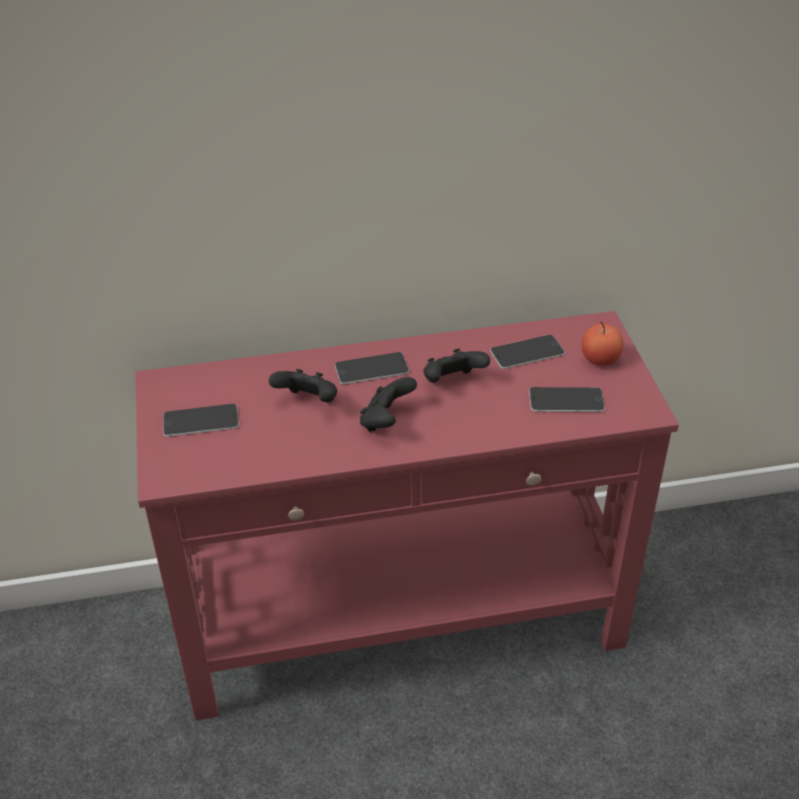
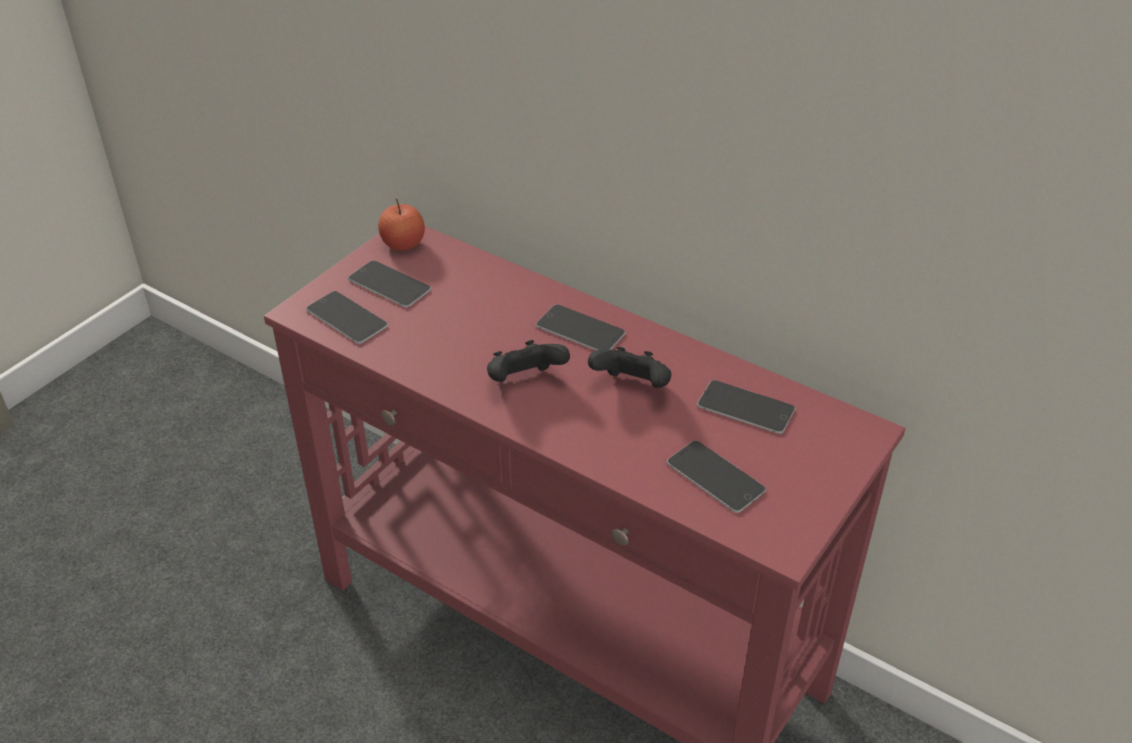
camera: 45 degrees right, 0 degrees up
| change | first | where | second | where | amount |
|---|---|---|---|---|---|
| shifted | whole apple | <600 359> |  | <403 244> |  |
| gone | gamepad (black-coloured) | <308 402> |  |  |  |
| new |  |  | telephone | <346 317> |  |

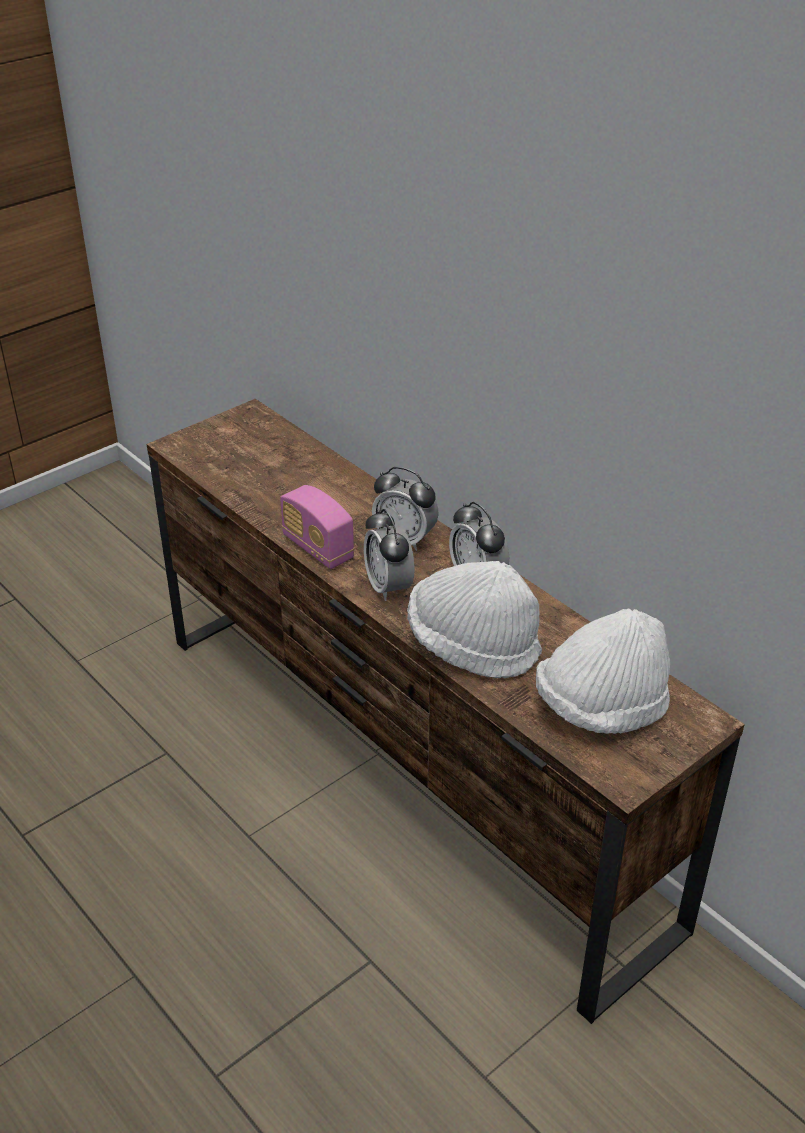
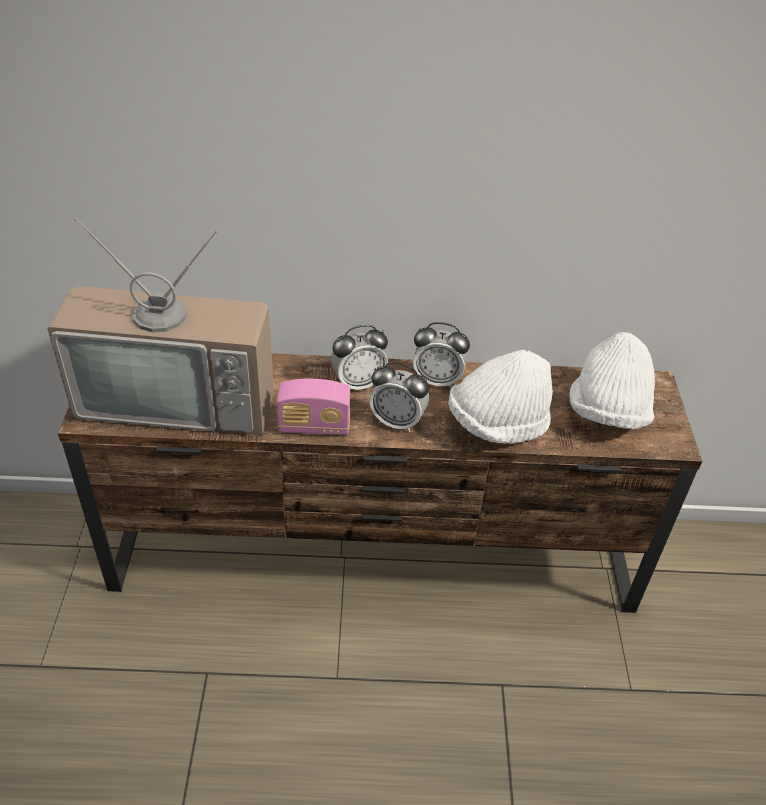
camera: 50 degrees left, 5 degrees up
| change | first | where | second | where | amount |
|---|---|---|---|---|---|
| new |  |  | television | <180 396> |  |

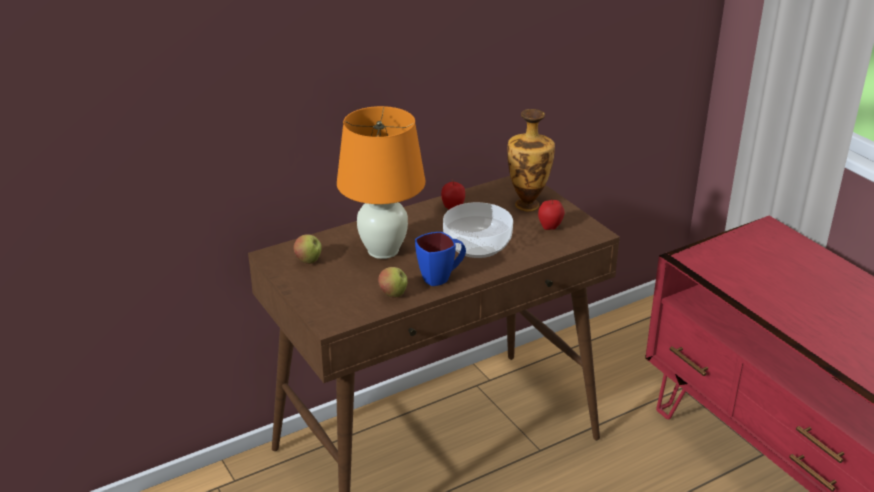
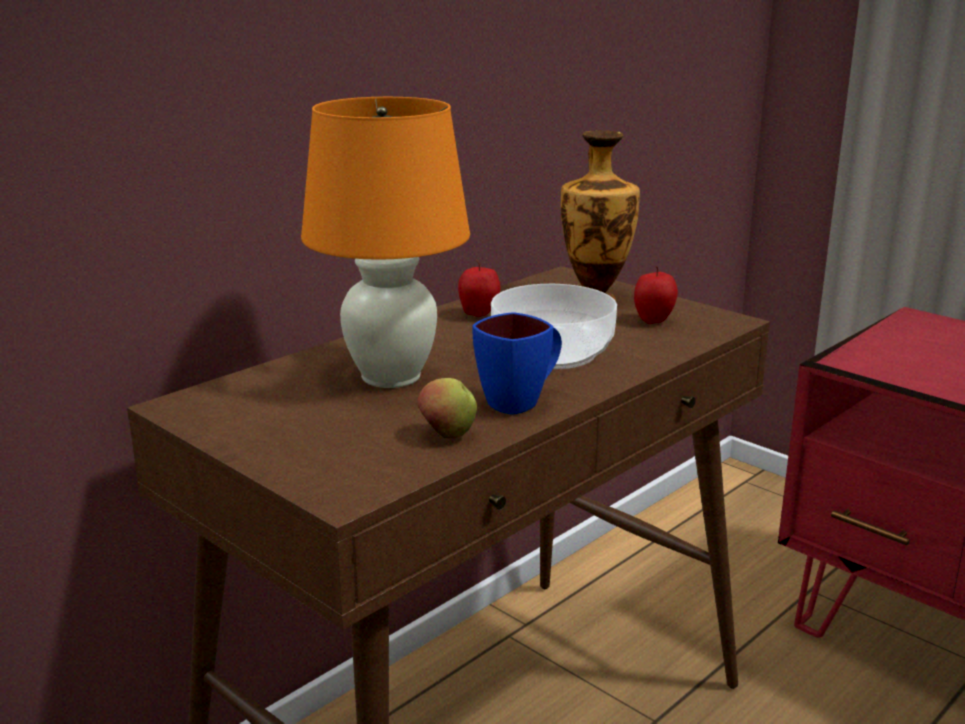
camera: 15 degrees left, 10 degrees down
| change | first | where | second | where | amount |
|---|---|---|---|---|---|
| gone | whole apple | <308 261> |  |  |  |

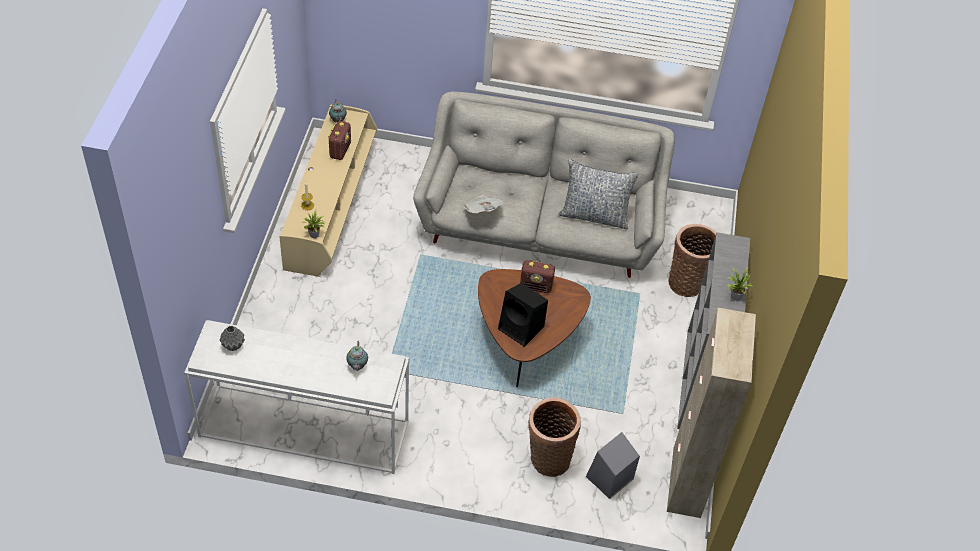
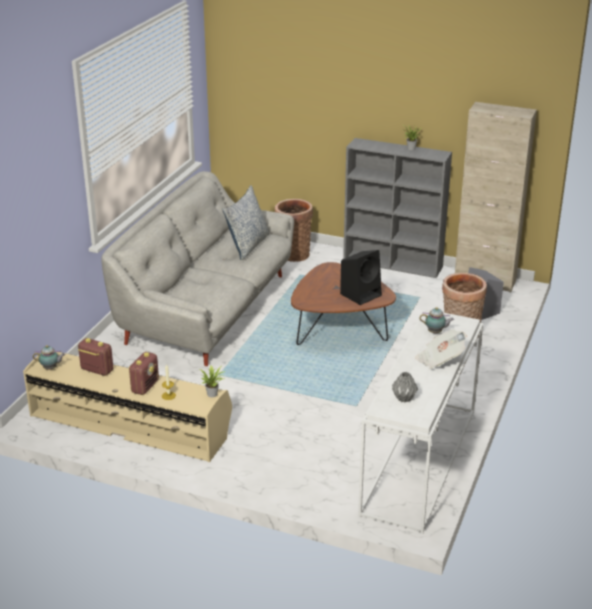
camera: 75 degrees left, 20 degrees down
| change | first | where | second | where | amount |
|---|---|---|---|---|---|
| shifted | newspaper | <482 211> |  | <440 359> |  |
| shifted | radio set | <536 286> |  | <145 386> |  |

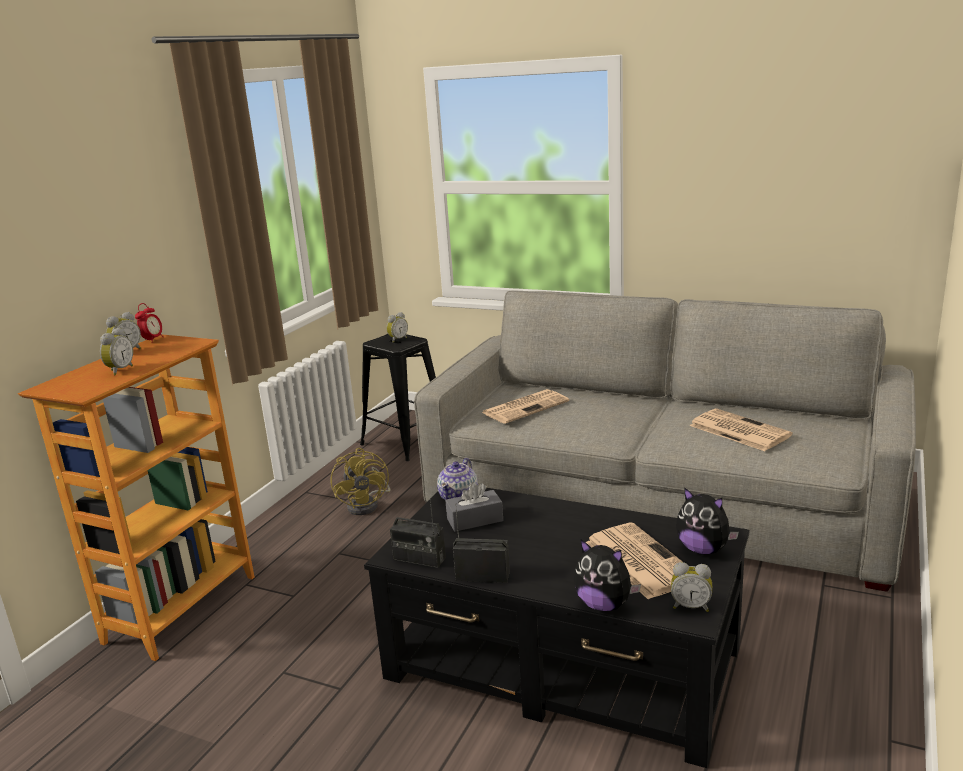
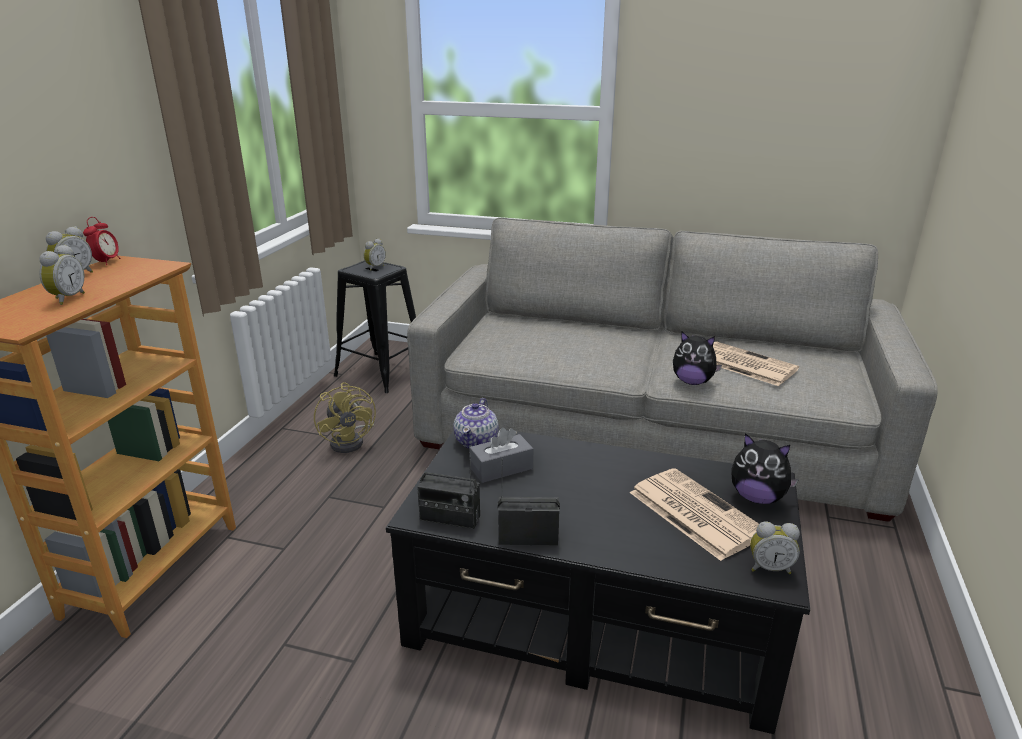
camera: 10 degrees left, 5 degrees up
| change | first | where | second | where | amount |
|---|---|---|---|---|---|
| gone | newspaper | <526 407> |  |  |  |
| shifted | soft toy | <604 605> |  | <692 382> |  |

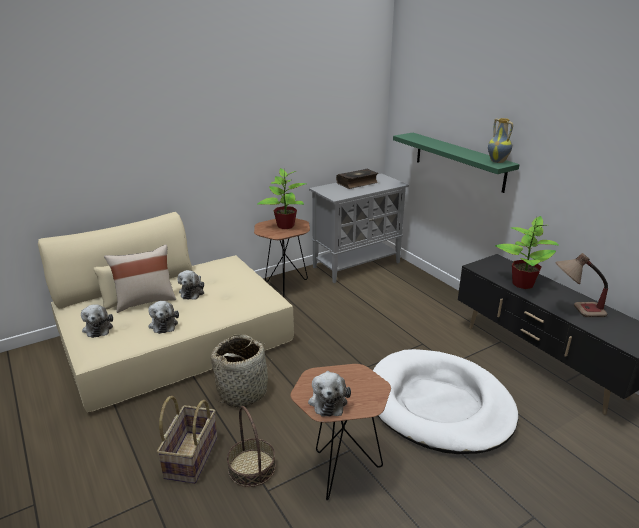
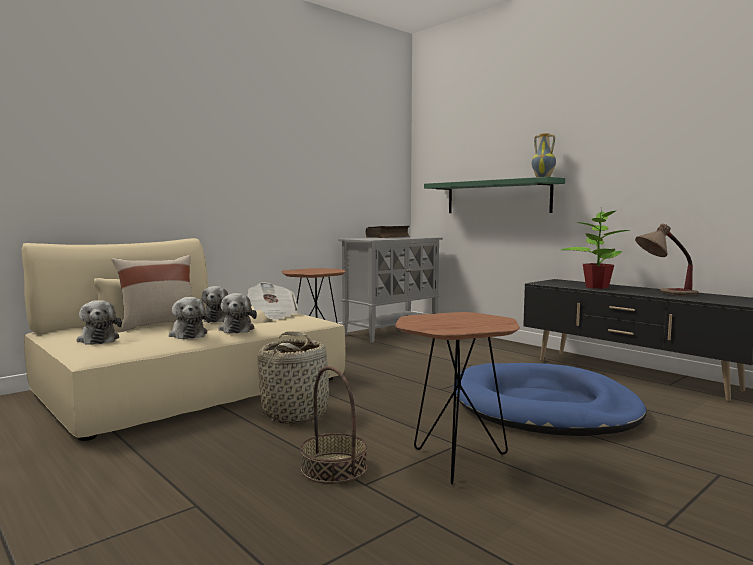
camera: 10 degrees left, 20 degrees down
| change | first | where | second | where | amount |
|---|---|---|---|---|---|
| gone | houseplant | <285 225> |  |  |  |
| repainted | dog bed (whitish) | <439 405> | dog bed (blue-coloured) | <543 407> |  |
| shifted | soft toy | <328 400> |  | <237 329> |  |
| gone | household basket | <190 456> |  |  |  |
| new |  |  | newspaper | <272 315> |  |

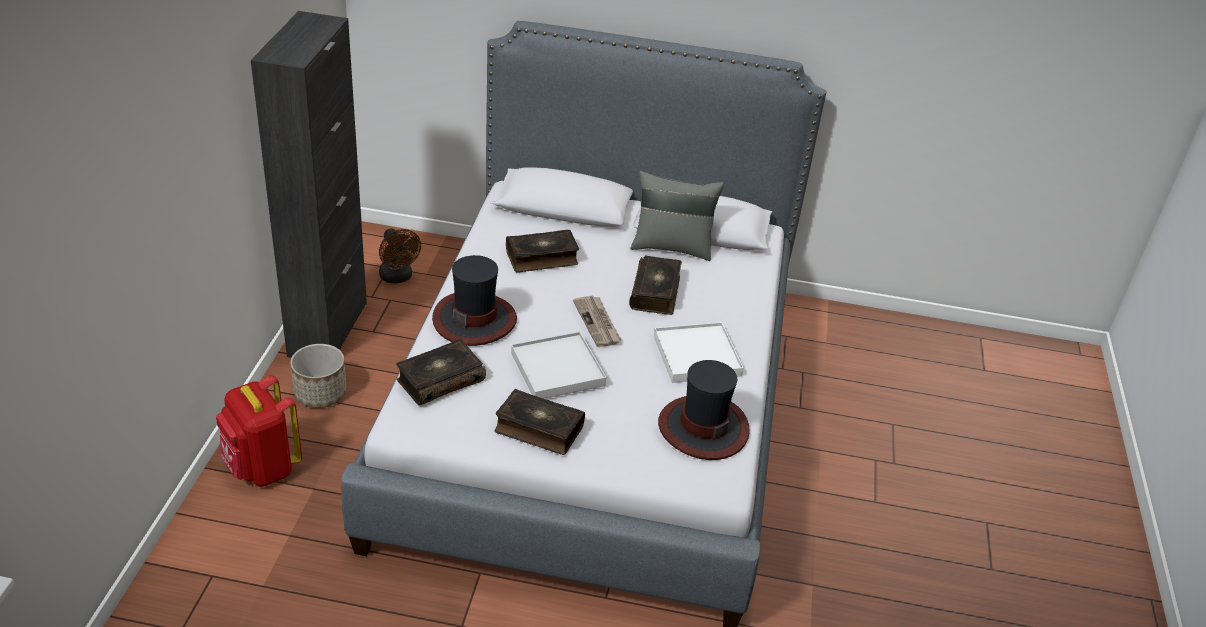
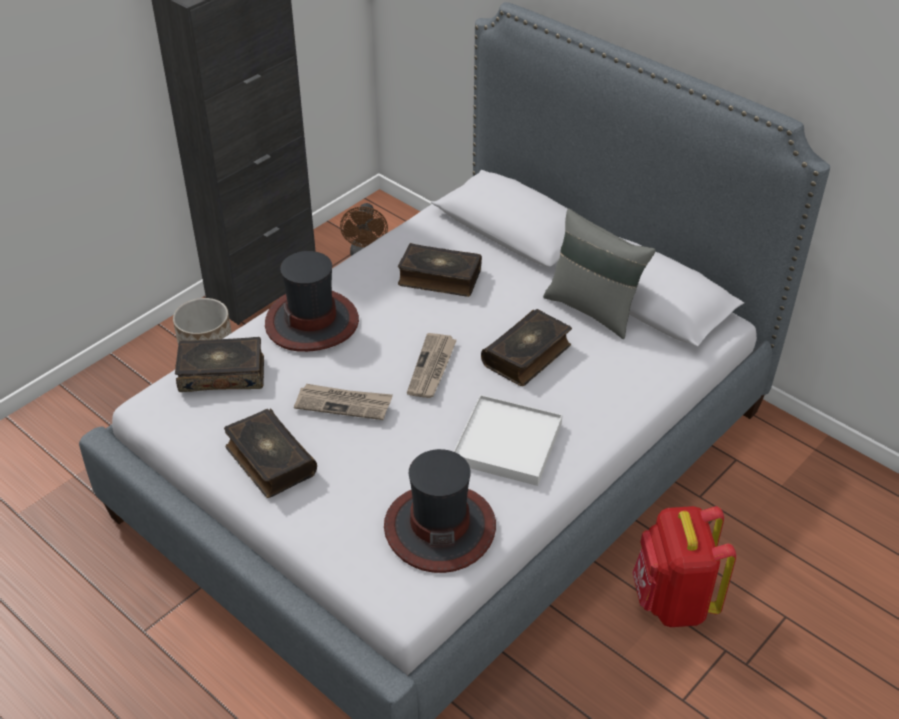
camera: 35 degrees right, 5 degrees up
| change | first | where | second | where | amount |
|---|---|---|---|---|---|
| swapped | carrying tray (whitish) | <557 369> | newspaper | <344 403> |  |
| shifted | knapsack (red-coloured) | <262 468> |  | <673 601> |  |

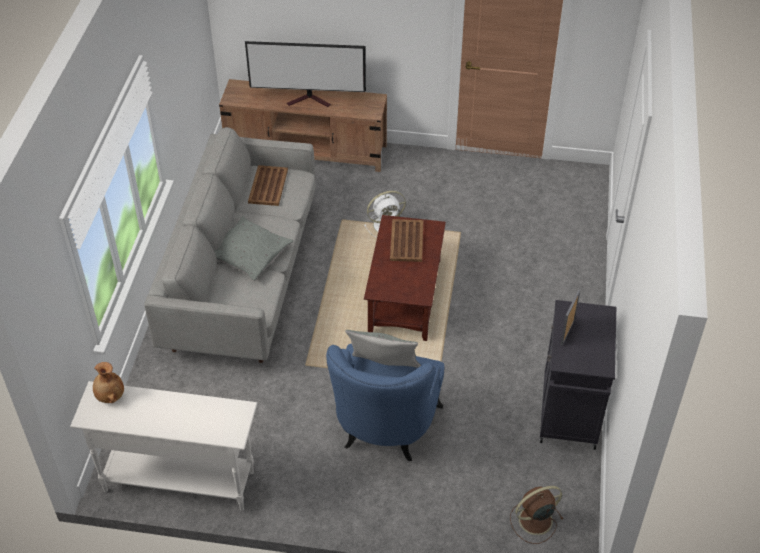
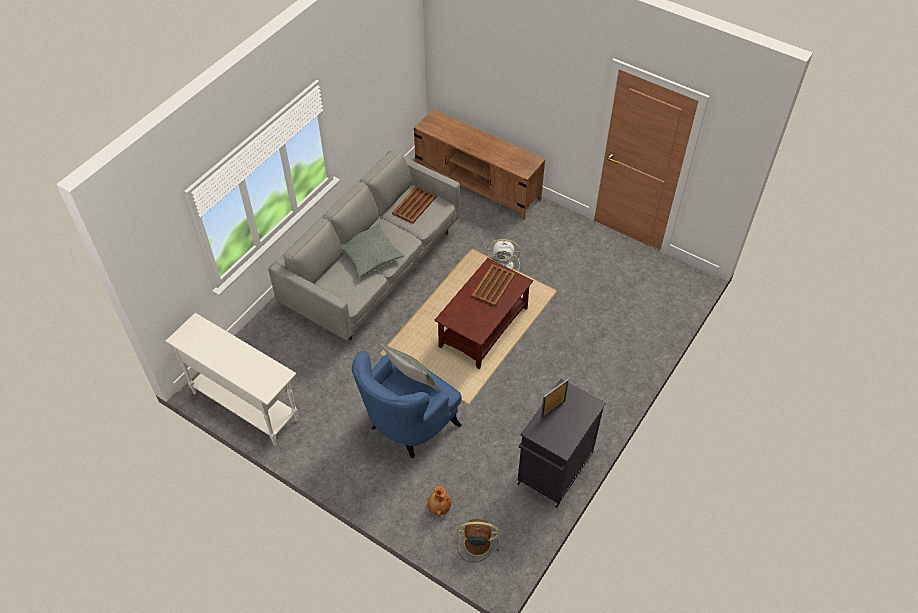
camera: 25 degrees right, 5 degrees up
| change | first | where | second | where | amount |
|---|---|---|---|---|---|
| gone | television | <310 100> |  |  |  |
| shifted | decorative vase (brown-coloured) | <110 396> |  | <439 507> |  |

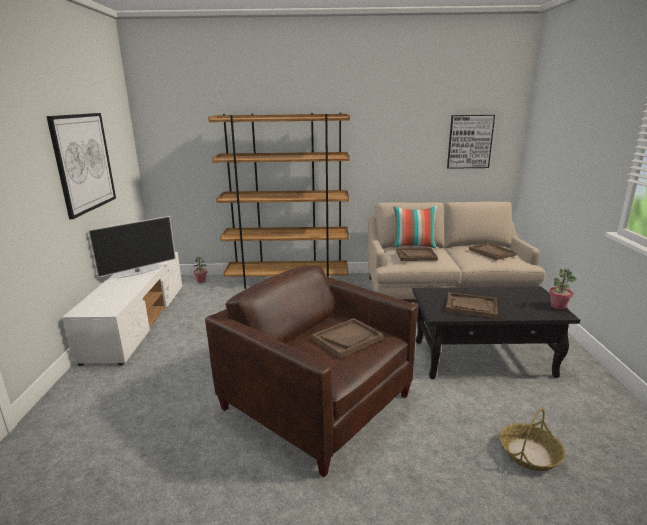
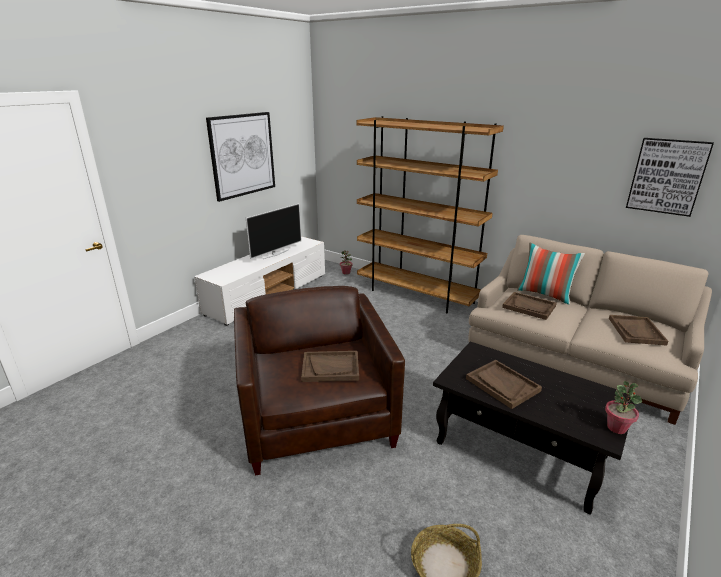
camera: 35 degrees right, 5 degrees up
| change | first | where | second | where | amount |
|---|---|---|---|---|---|
| rotated | television | <138 273> |  | <275 254> | 45 degrees counterclockwise |

